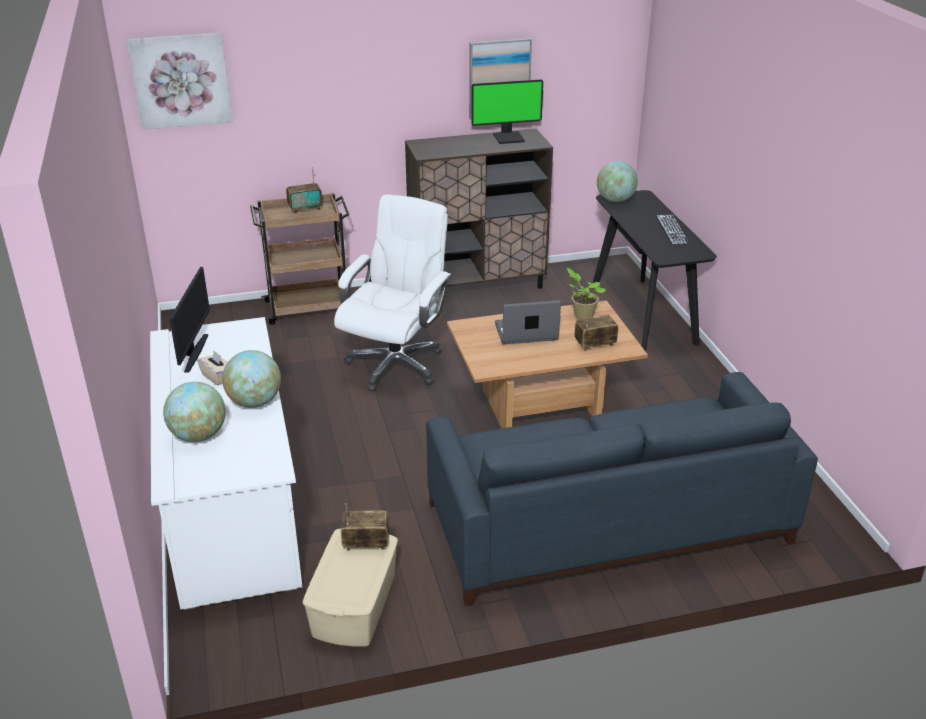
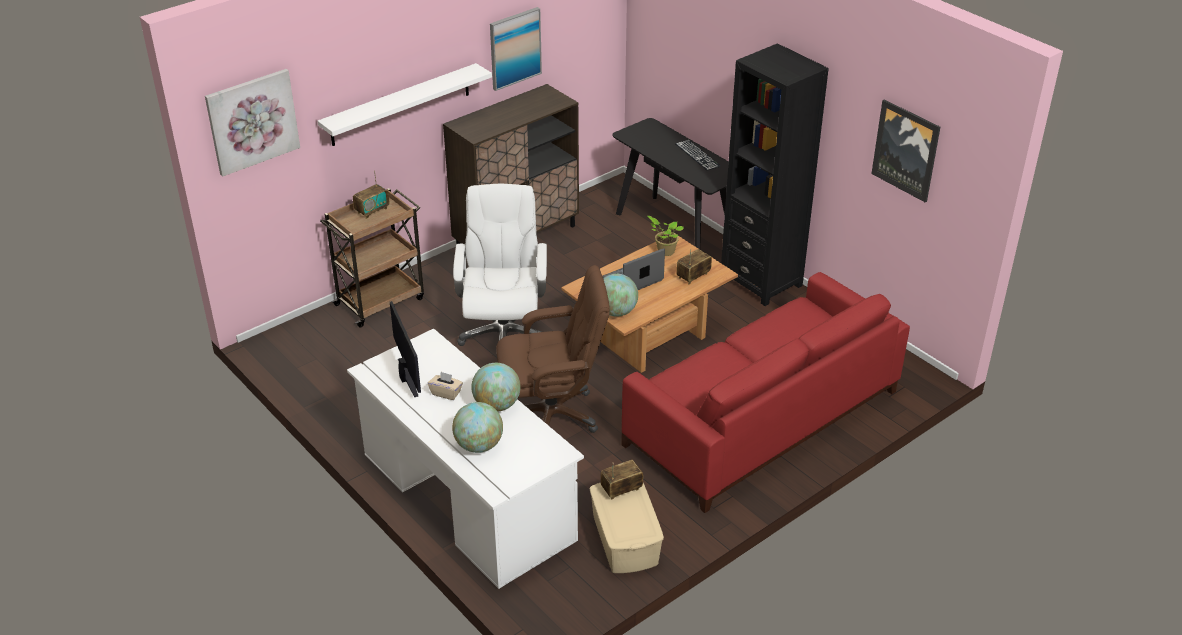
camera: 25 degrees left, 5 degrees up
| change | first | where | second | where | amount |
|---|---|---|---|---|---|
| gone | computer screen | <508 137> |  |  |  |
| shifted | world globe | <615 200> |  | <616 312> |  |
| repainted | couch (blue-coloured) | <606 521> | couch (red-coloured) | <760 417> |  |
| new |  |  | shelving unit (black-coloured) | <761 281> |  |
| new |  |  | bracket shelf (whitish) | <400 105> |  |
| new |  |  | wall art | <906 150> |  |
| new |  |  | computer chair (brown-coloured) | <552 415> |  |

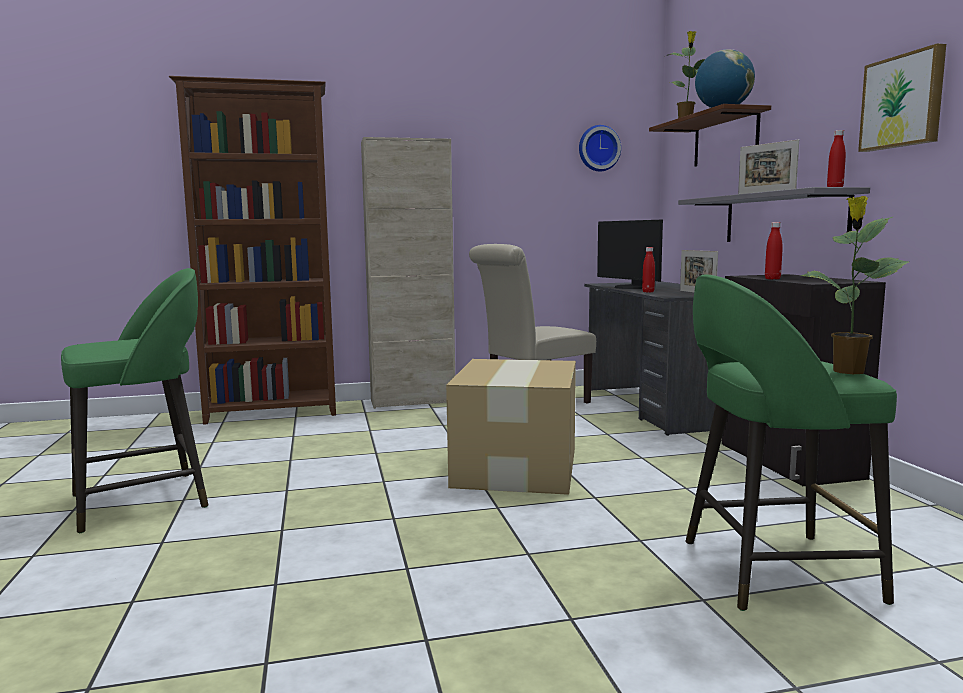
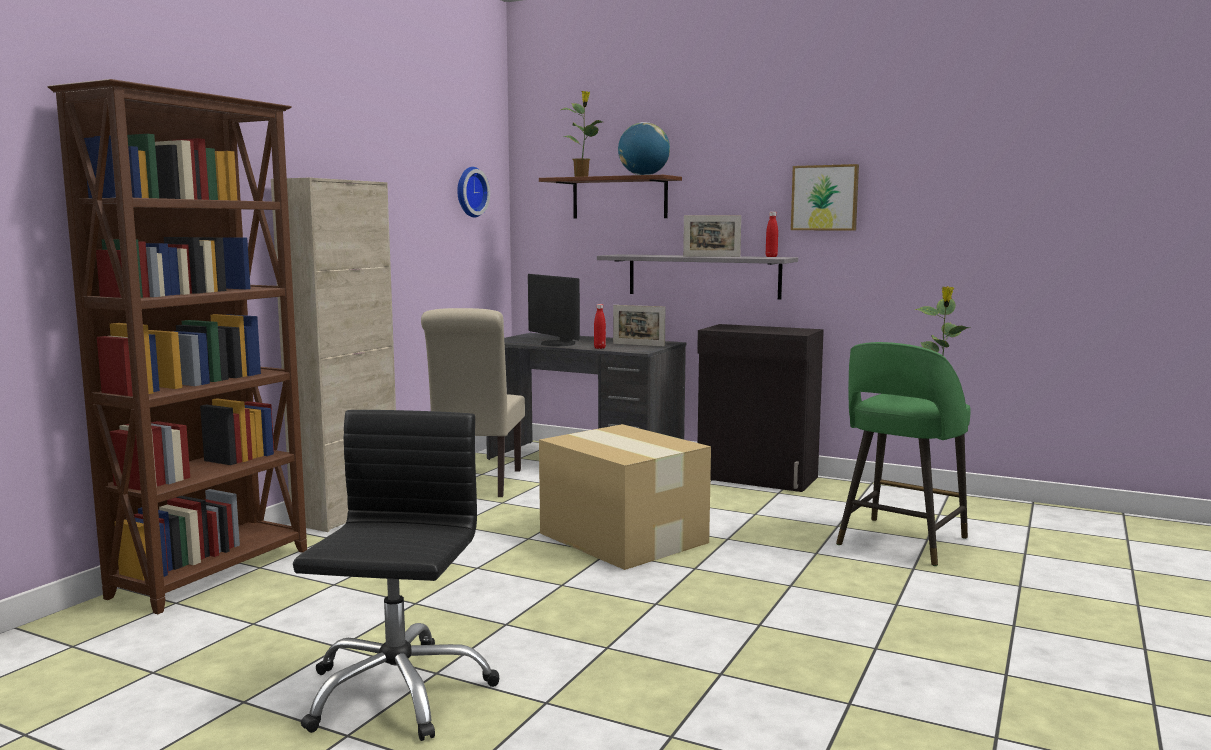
camera: 50 degrees left, 0 degrees up
| change | first | where | second | where | amount |
|---|---|---|---|---|---|
| rotated | computer screen | <629 288> |  | <556 344> | 45 degrees clockwise |
| gone | bottle (red-coloured) | <772 279> |  |  |  |
| swapped | sitting stool (green-coloured) | <145 500> | computer chair (black-coloured) | <396 692> |  |

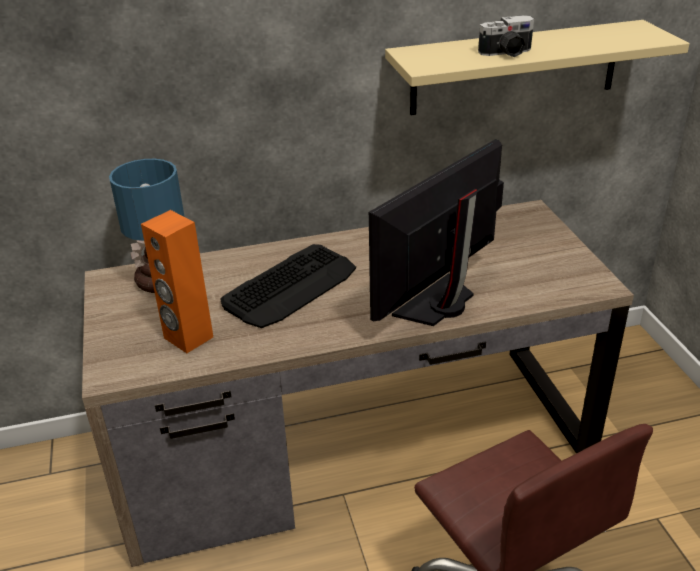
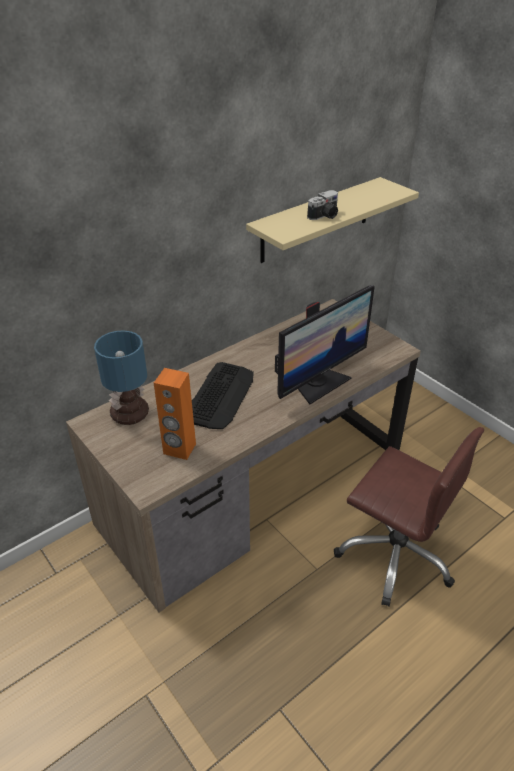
camera: 25 degrees left, 5 degrees up
| change | first | where | second | where | amount |
|---|---|---|---|---|---|
| rotated | computer screen | <440 304> |  | <319 384> | 150 degrees counterclockwise |

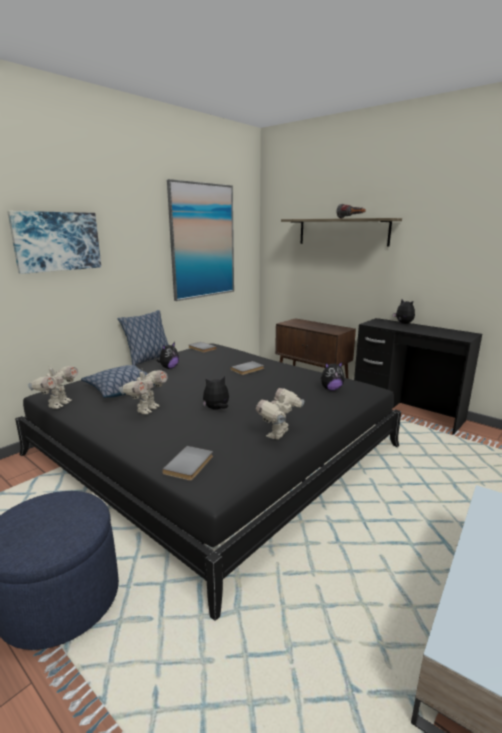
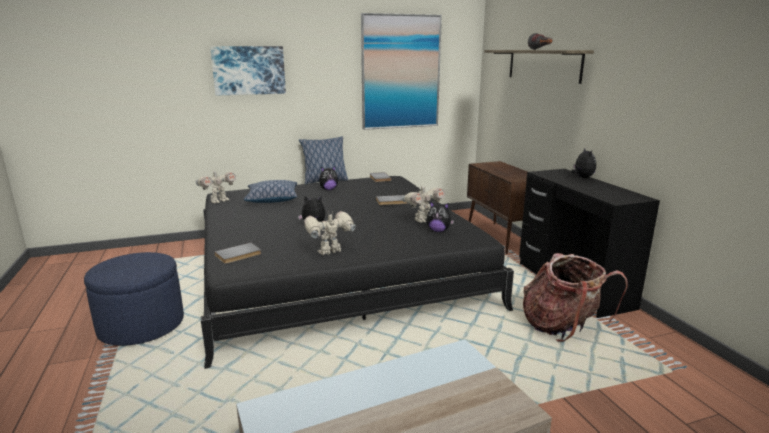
camera: 30 degrees right, 0 degrees up
| change | first | where | second | where | amount |
|---|---|---|---|---|---|
| shifted | robot figure | <146 410> |  | <423 220> |  |
| new |  |  | knapsack | <562 327> |  |

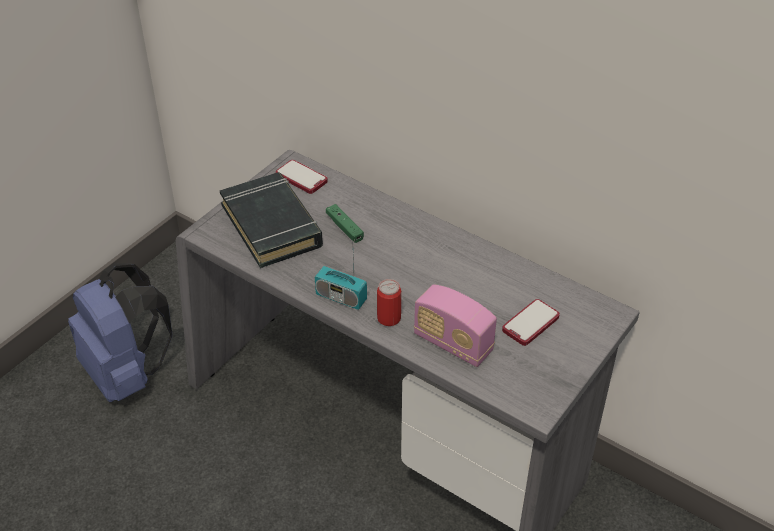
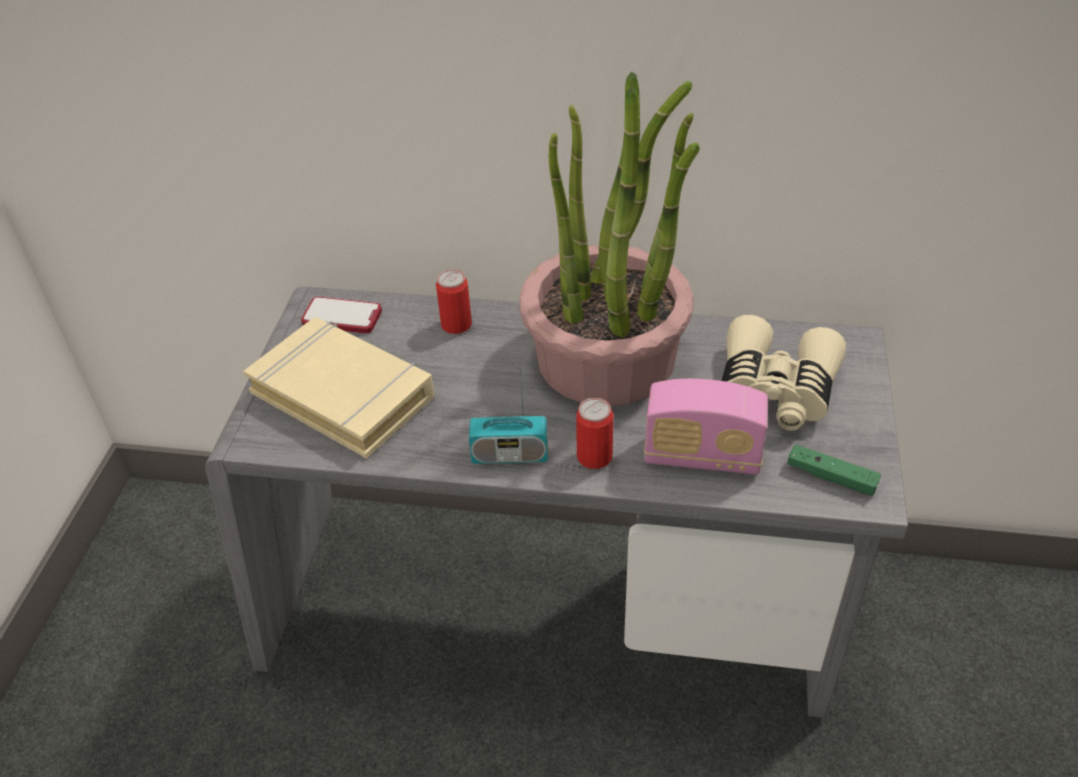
camera: 25 degrees left, 0 degrees up
| change | first | where | second | where | amount |
|---|---|---|---|---|---|
| repainted | bound book (black-coloured) | <272 225> | bound book (beige-coloured) | <343 394> |  |
| shifted | gamepad (green-coloured) | <344 228> |  | <831 477> |  |
| gone | knapsack (blue-coloured) | <127 373> |  |  |  |
| swapped | telephone | <530 323> | pair of binoculars (beige-coloured) | <775 392> |  |
| new |  |  | houseplant | <607 358> |  |
| new |  |  | sealed can | <456 324> |  |

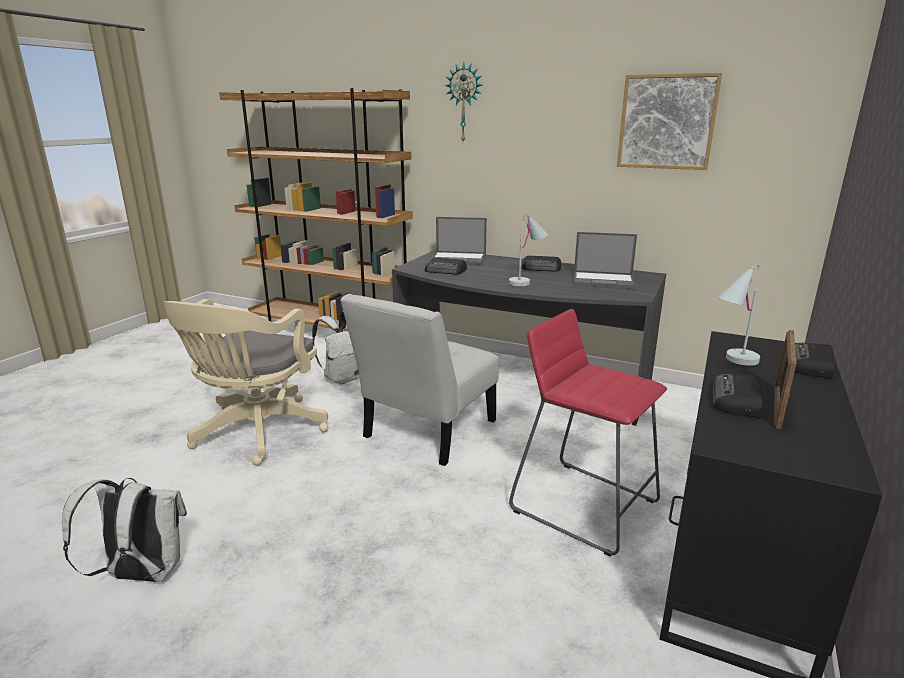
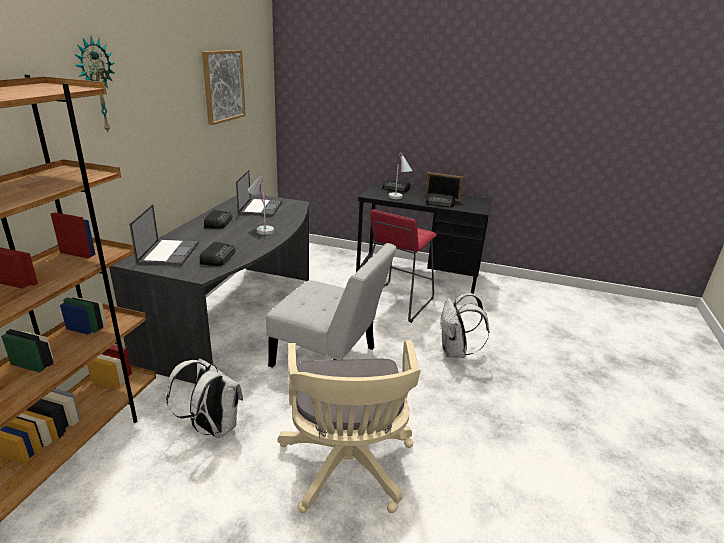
camera: 100 degrees left, 5 degrees up
| change | first | where | second | where | amount |
|---|---|---|---|---|---|
| rotated | computer chair (beige-coloured) | <256 433> |  | <347 468> | 75 degrees clockwise |
| shifted | knapsack (whitish) | <142 574> |  | <455 352> |  |

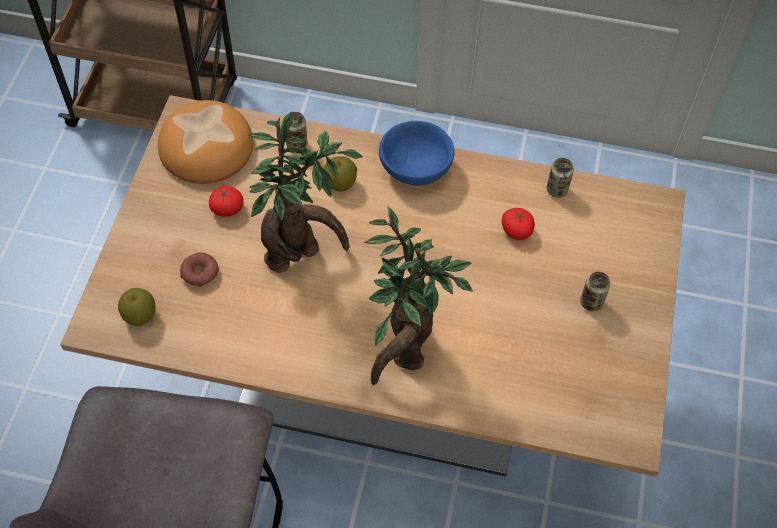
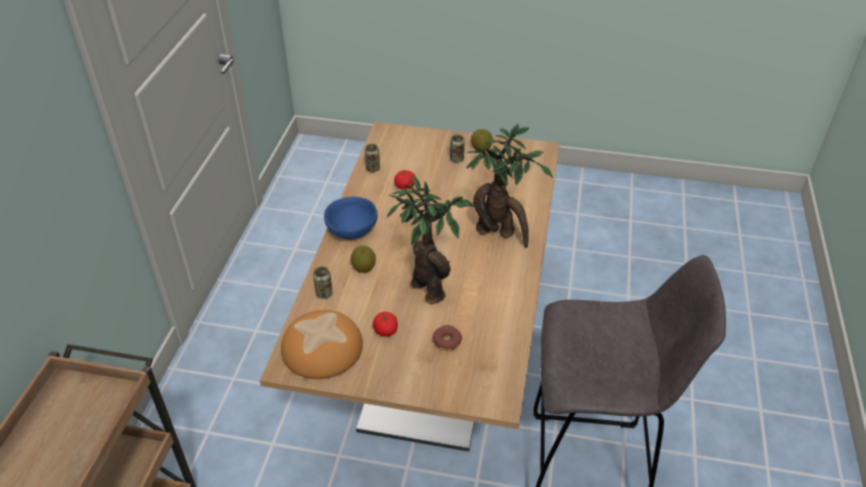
camera: 90 degrees left, 15 degrees down
| change | first | where | second | where | amount |
|---|---|---|---|---|---|
| shifted | whole apple | <140 316> |  | <481 149> |  |

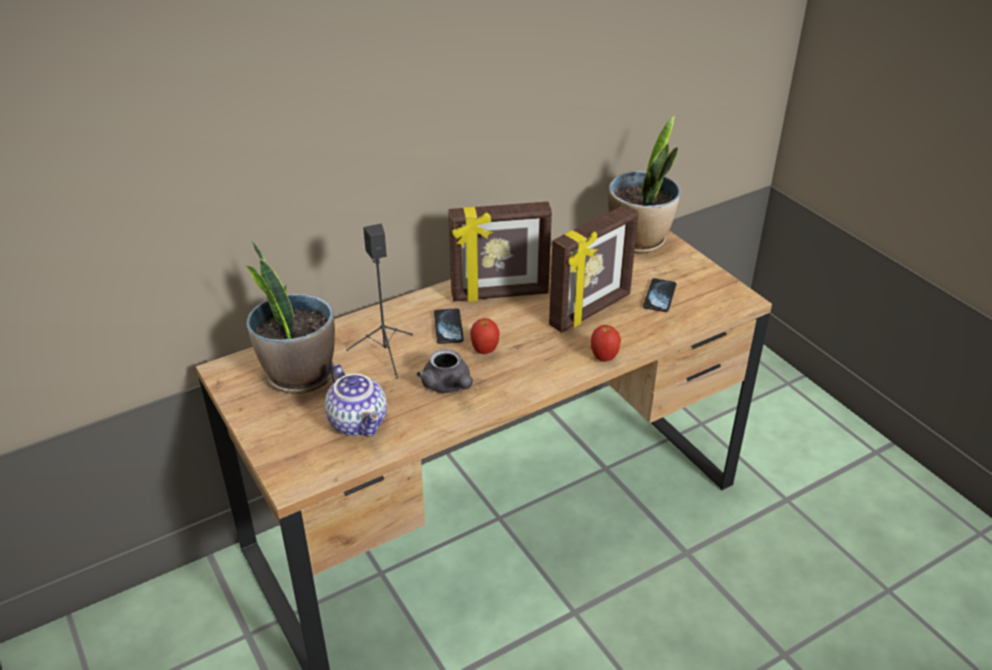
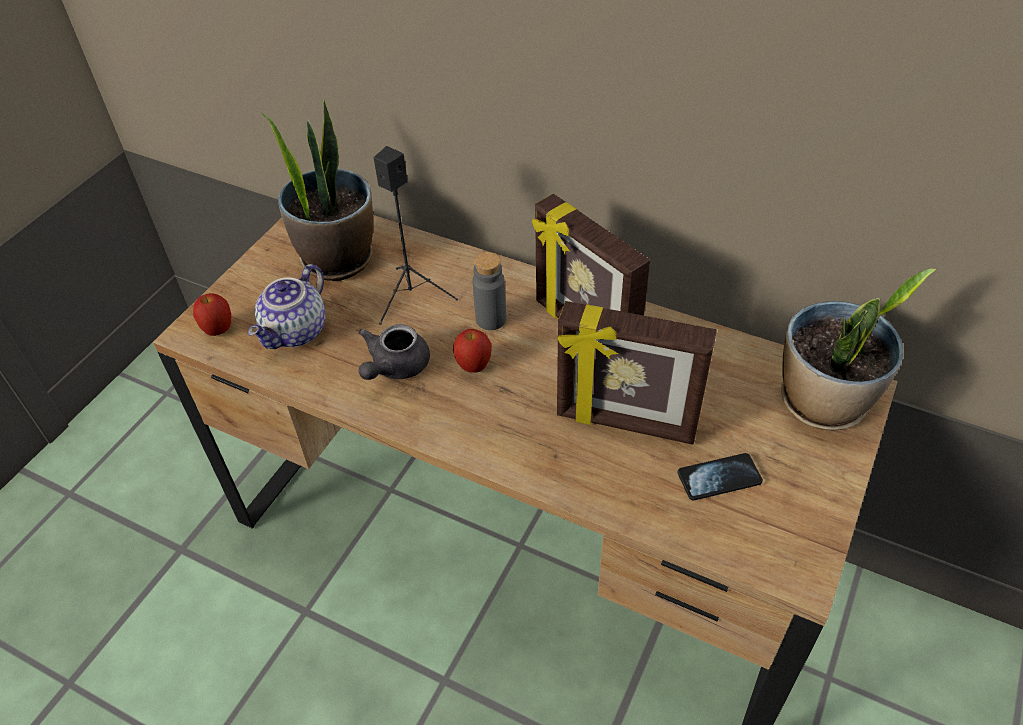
camera: 60 degrees right, 10 degrees up
| change | first | where | second | where | amount |
|---|---|---|---|---|---|
| swapped | telephone | <448 327> | bottle (gray) | <491 319> |  |
| shifted | whole apple | <604 358> |  | <219 330> |  |

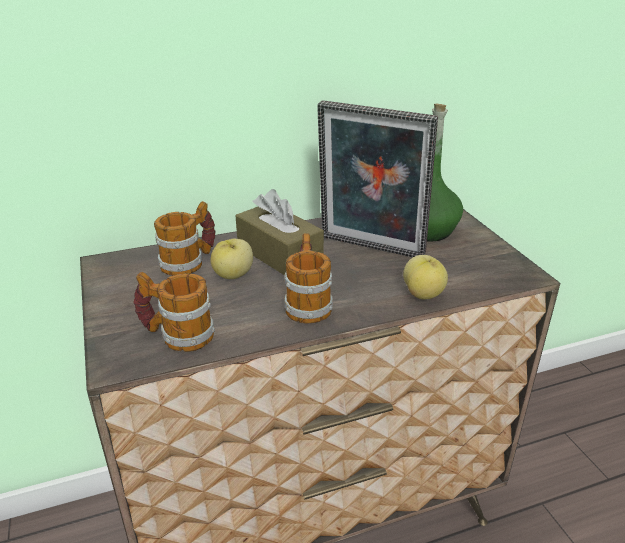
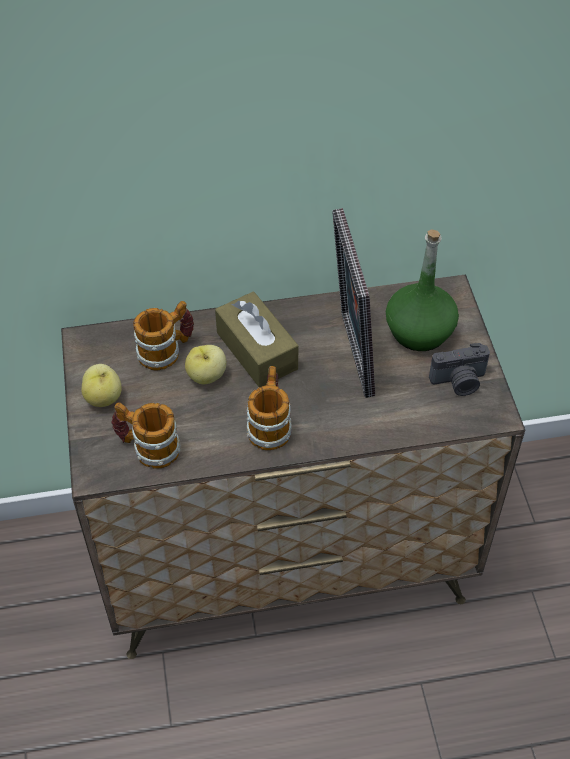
camera: 10 degrees right, 20 degrees up
| change | first | where | second | where | amount |
|---|---|---|---|---|---|
| rotated | standing frame | <370 249> |  | <350 355> | 45 degrees clockwise |
| shifted | whole apple | <423 294> |  | <104 397> |  |
| new |  |  | still camera | <459 382> |  |

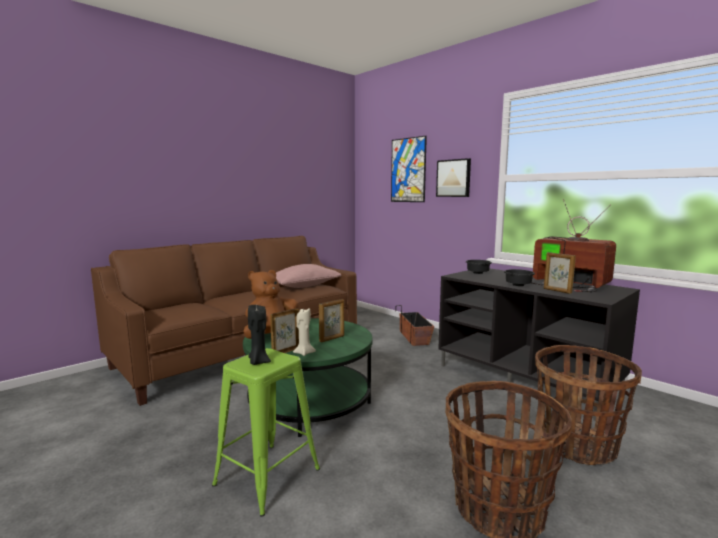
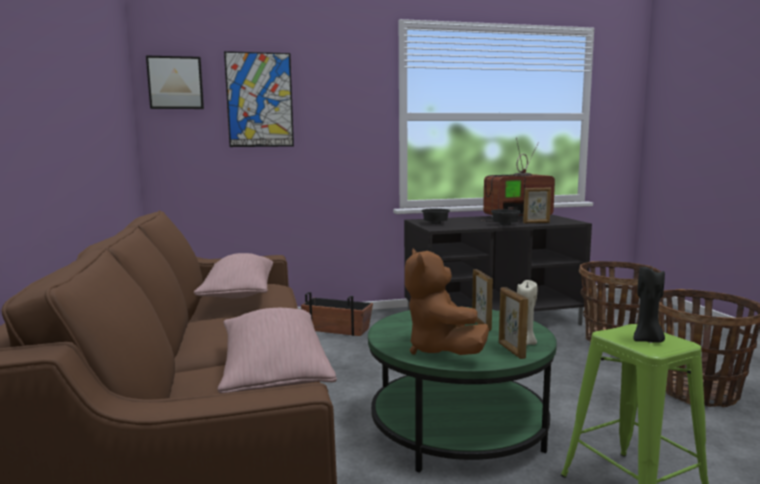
camera: 60 degrees left, 0 degrees up
| change | first | where | second | where | amount |
|---|---|---|---|---|---|
| shifted | wall art | <454 178> |  | <175 83> |  |
| new |  |  | cushion (pink-coloured) | <273 372> |  |

